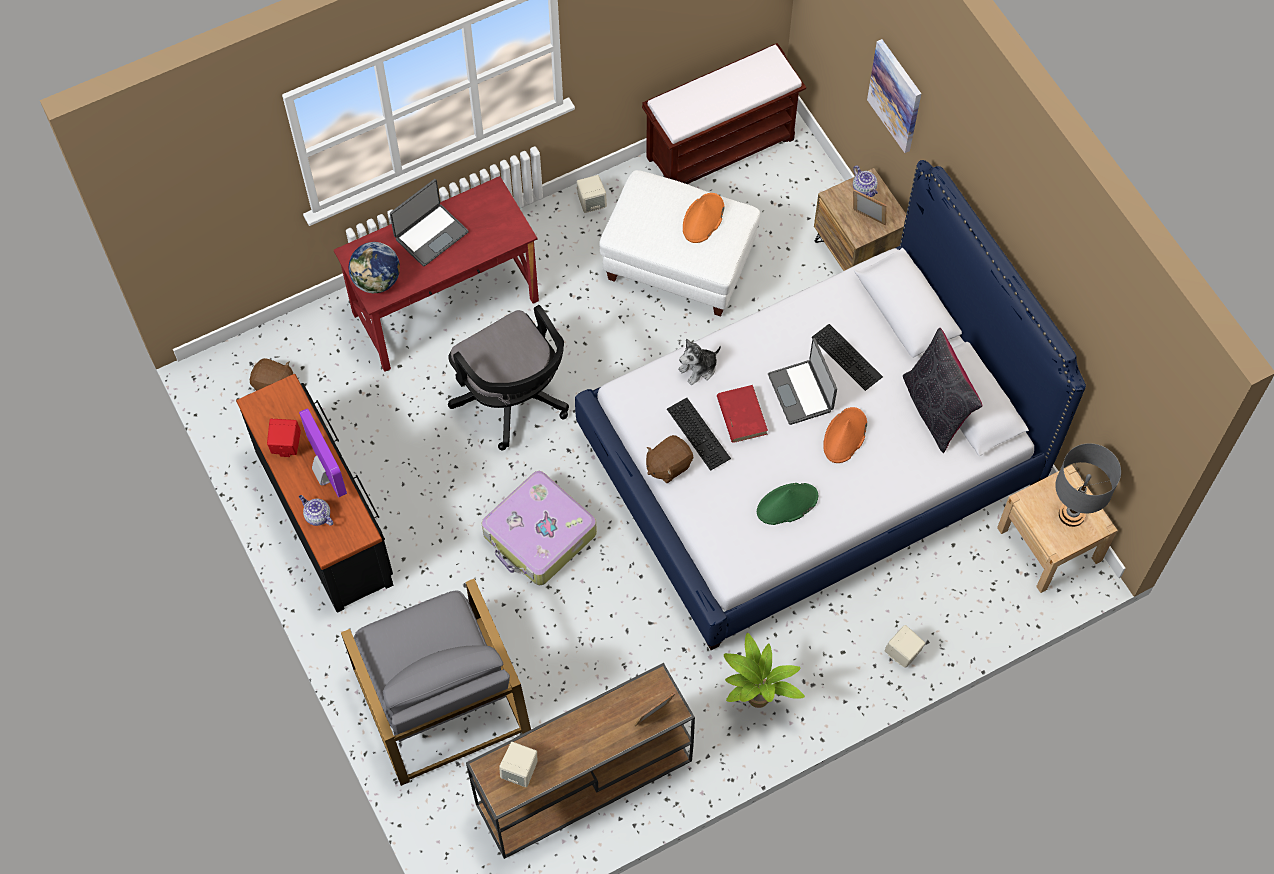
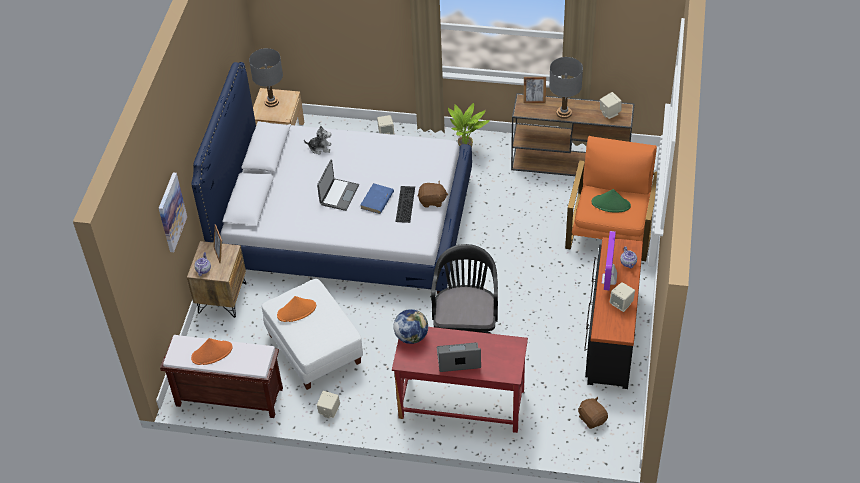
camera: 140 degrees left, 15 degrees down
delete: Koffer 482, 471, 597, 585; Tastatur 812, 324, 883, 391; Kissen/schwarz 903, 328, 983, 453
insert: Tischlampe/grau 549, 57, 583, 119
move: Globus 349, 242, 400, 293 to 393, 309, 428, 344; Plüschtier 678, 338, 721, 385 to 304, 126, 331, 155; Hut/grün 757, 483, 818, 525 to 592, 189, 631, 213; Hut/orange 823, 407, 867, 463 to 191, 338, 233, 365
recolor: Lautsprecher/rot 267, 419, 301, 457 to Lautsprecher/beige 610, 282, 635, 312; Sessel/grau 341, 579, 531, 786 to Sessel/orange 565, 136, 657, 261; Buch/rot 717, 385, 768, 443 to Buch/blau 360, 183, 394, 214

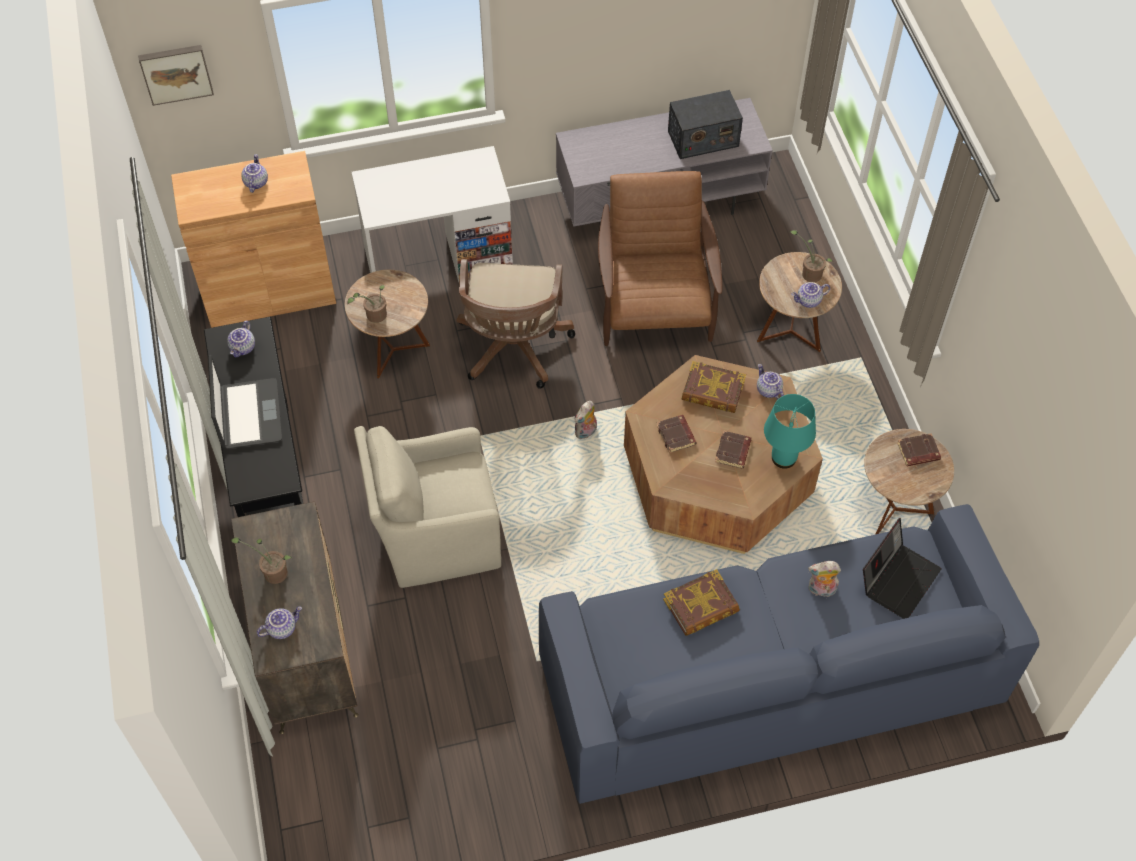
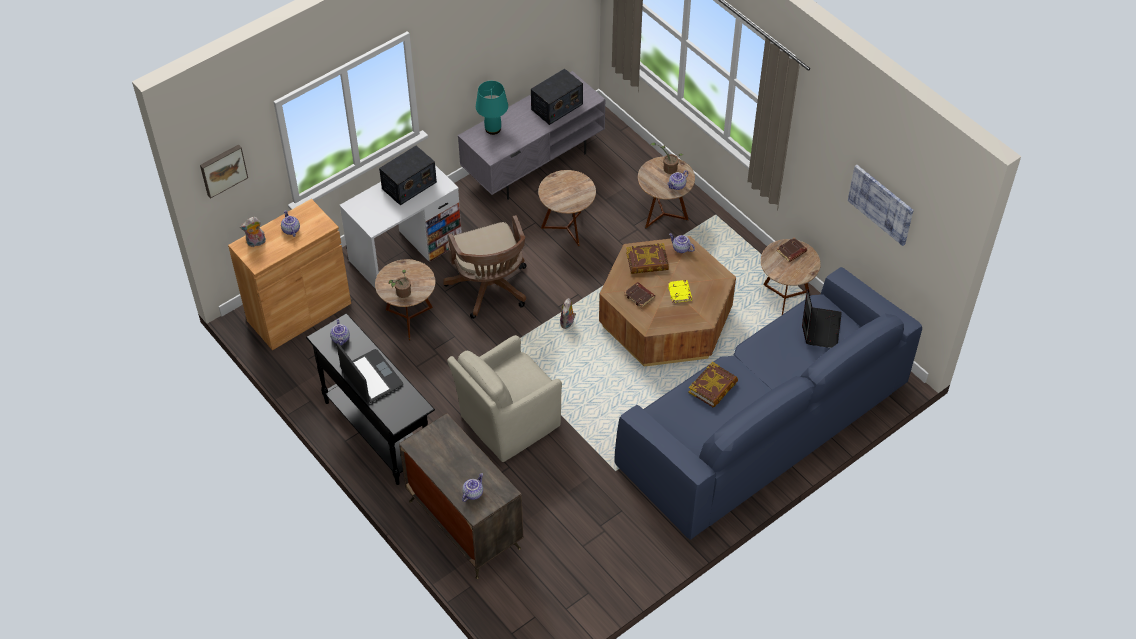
camera: 25 degrees left, 5 degrees down
delete: Topfpflanze 231, 537, 292, 584
insert: Radio 379, 146, 437, 205; Bild 848, 165, 914, 246
move: Tischlampe/türkis 764, 394, 816, 469 to 476, 81, 508, 135; Plüschtier 808, 561, 841, 597 to 240, 217, 266, 247
replace: Sessel/braun 598, 171, 722, 346 to Beistelltisch/braun 538, 170, 596, 247
recolor: Buch/braun 715, 431, 752, 469 to Buch/gelb 668, 280, 692, 303

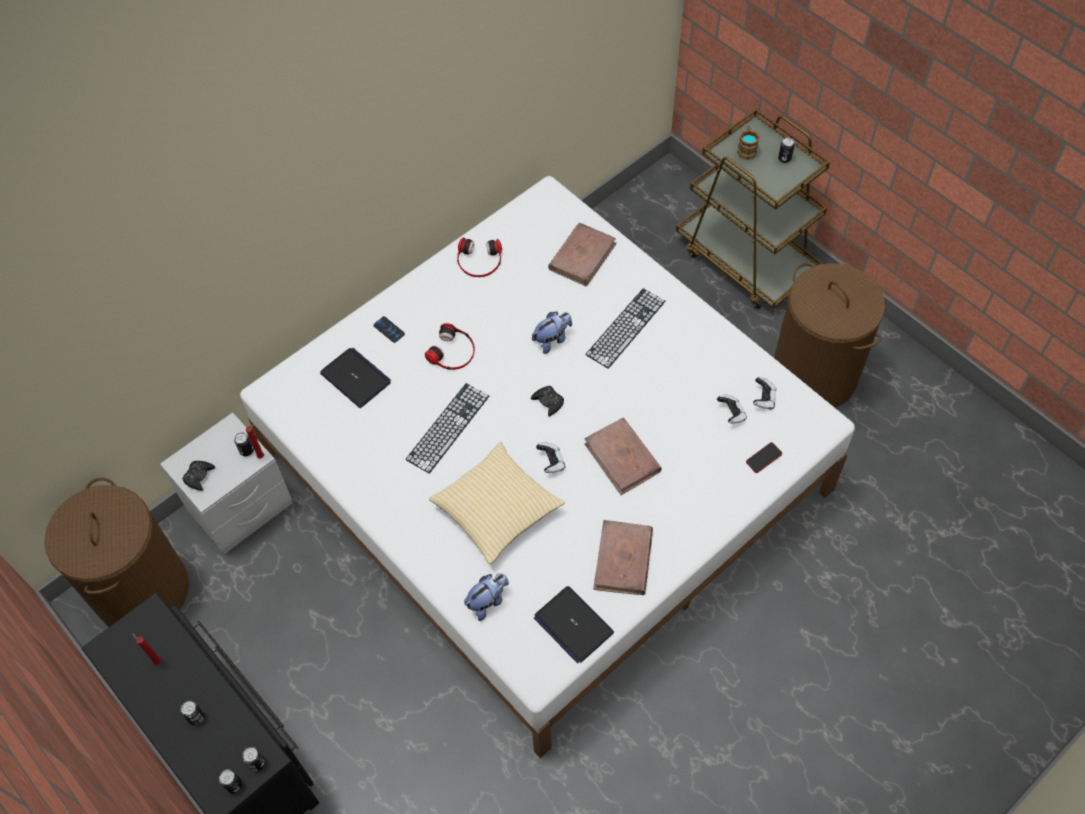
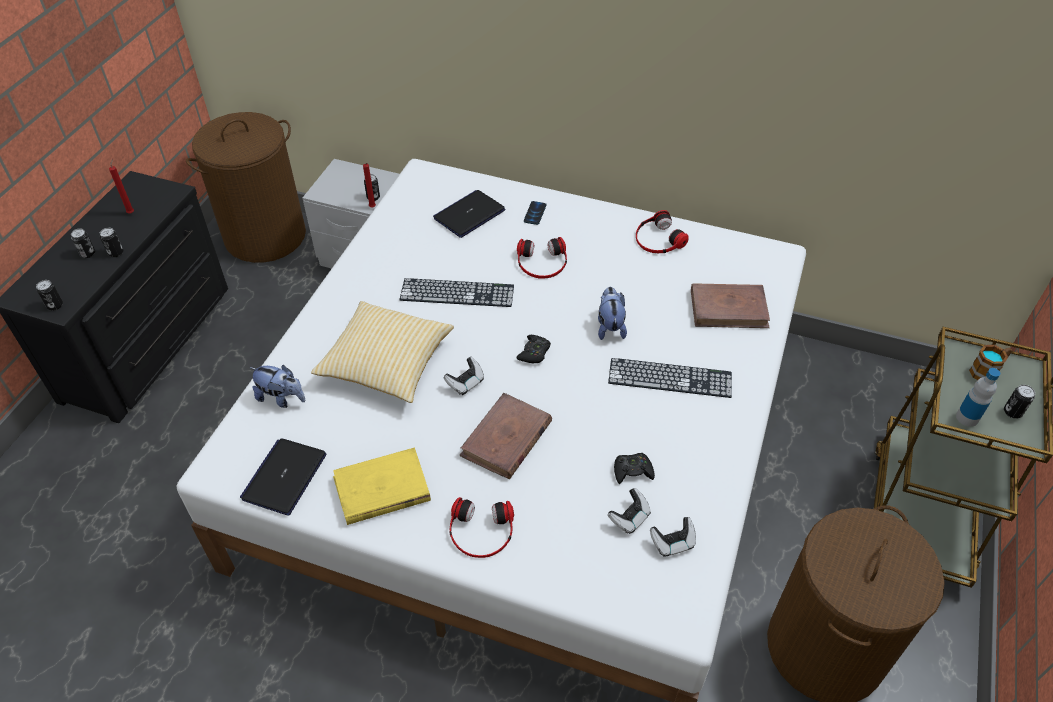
camera: 60 degrees right, 10 degrees down
delete: Handy 746, 442, 782, 473
insert: Kopfhörer 449, 497, 514, 558; Flasche 956, 368, 1000, 427
move: Gamepad/schwarz 183, 461, 215, 491 to 614, 453, 655, 484; Dose 219, 769, 243, 794 to 100, 228, 123, 257
recolor: Buch/braun 593, 520, 653, 595 to Buch/gelb 333, 447, 431, 525
rotate: Laptop 320, 348, 391, 408 = 433, 190, 505, 238 150 degrees counterclockwise; Plüschtier 532, 312, 572, 354 = 598, 287, 627, 340 120 degrees counterclockwise

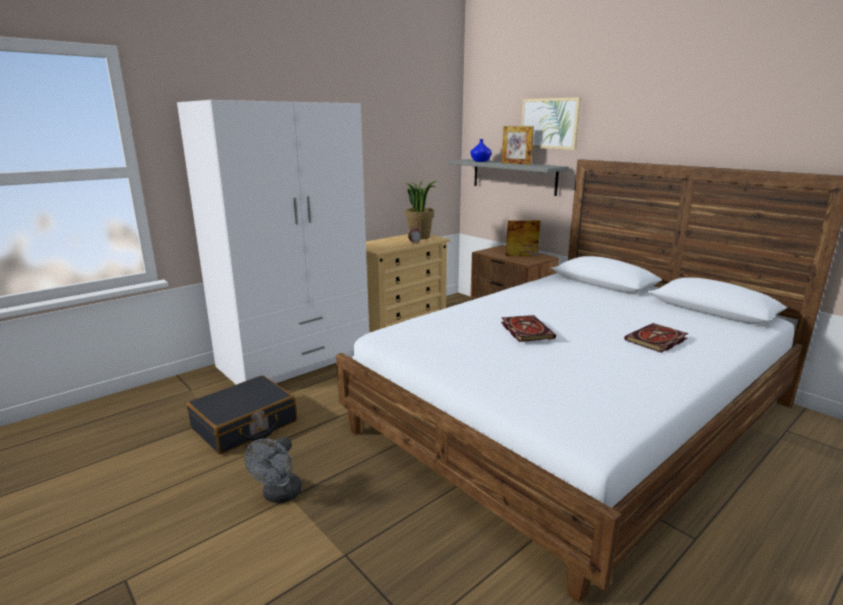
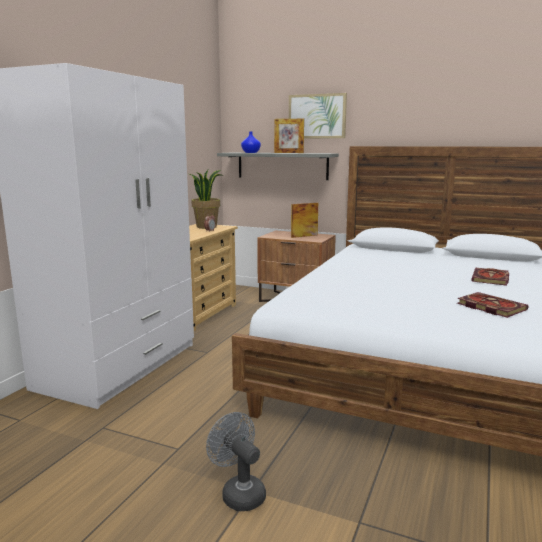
camera: 25 degrees left, 5 degrees down
delete: Koffer/schwarz 186, 375, 297, 454
move: Buch 501, 315, 556, 342 to 457, 292, 529, 318
rotate: Ventilator/grau 244, 437, 302, 503 = 206, 412, 266, 511 150 degrees clockwise

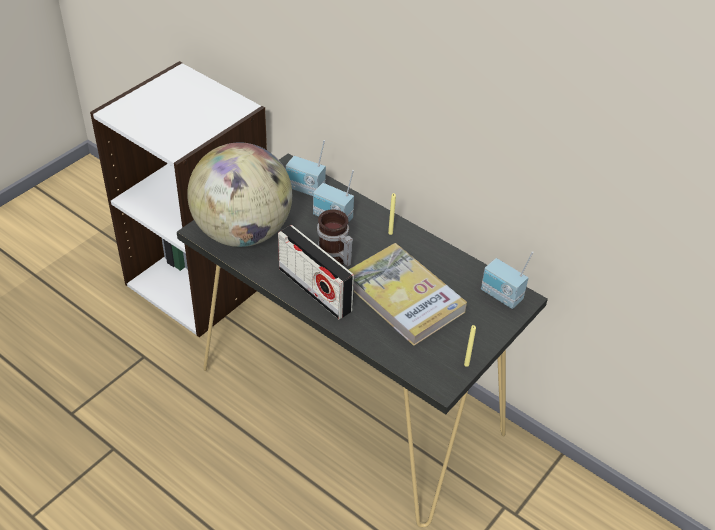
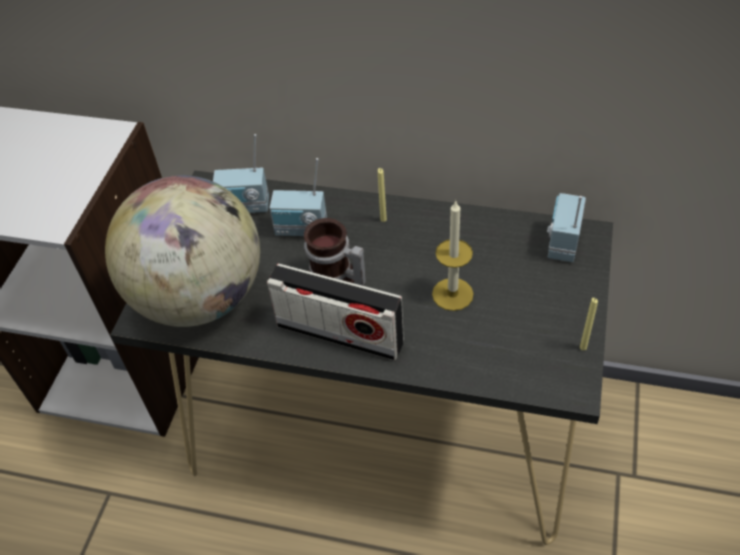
camera: 20 degrees left, 5 degrees up
replace: Buch 349, 243, 467, 346 to Kerze 432, 200, 474, 311
rotate: Radio 481, 251, 533, 309 = 547, 193, 586, 262 90 degrees clockwise

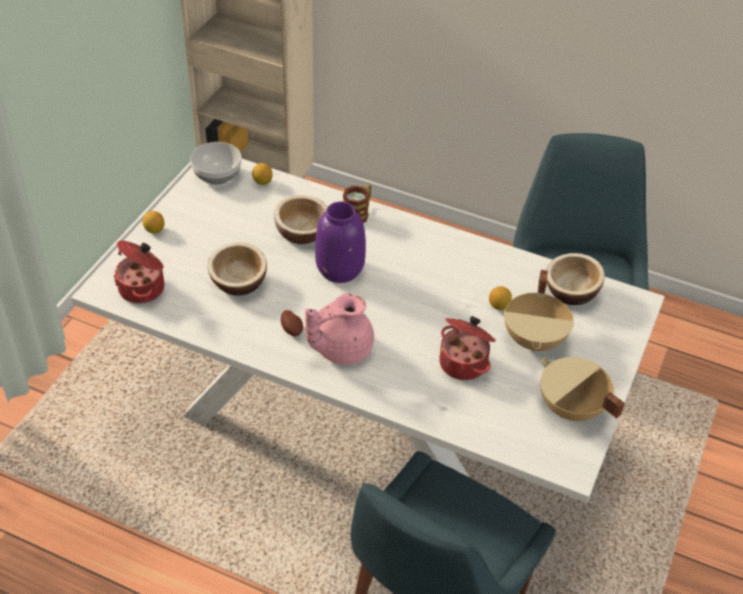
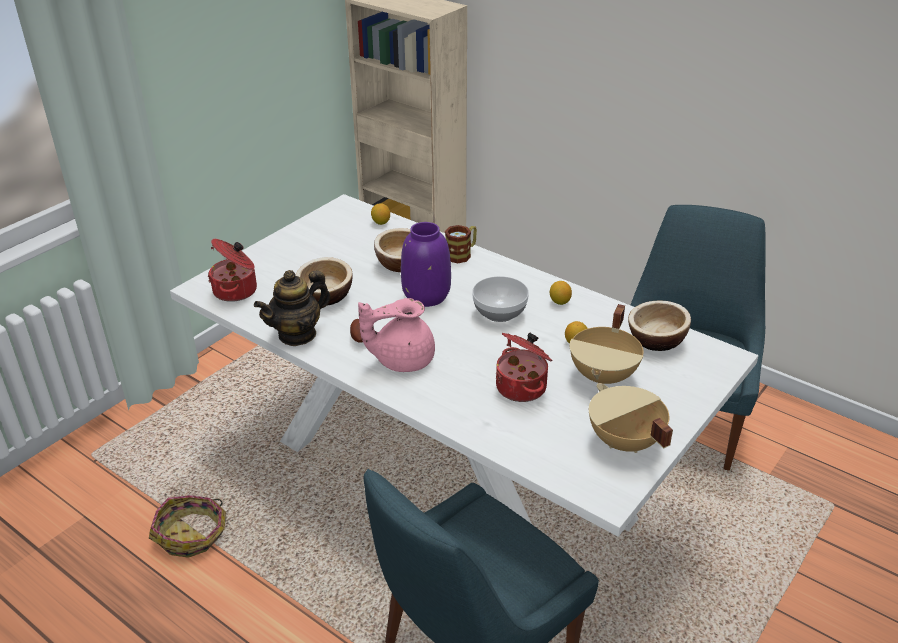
camera: 15 degrees right, 10 degrees down
insert: Korb 149, 495, 226, 558; Teekanne 254, 270, 331, 346
move: Zitrone 143, 211, 164, 234 to 550, 281, 572, 305; Schüssel 190, 142, 241, 185 to 472, 276, 529, 322

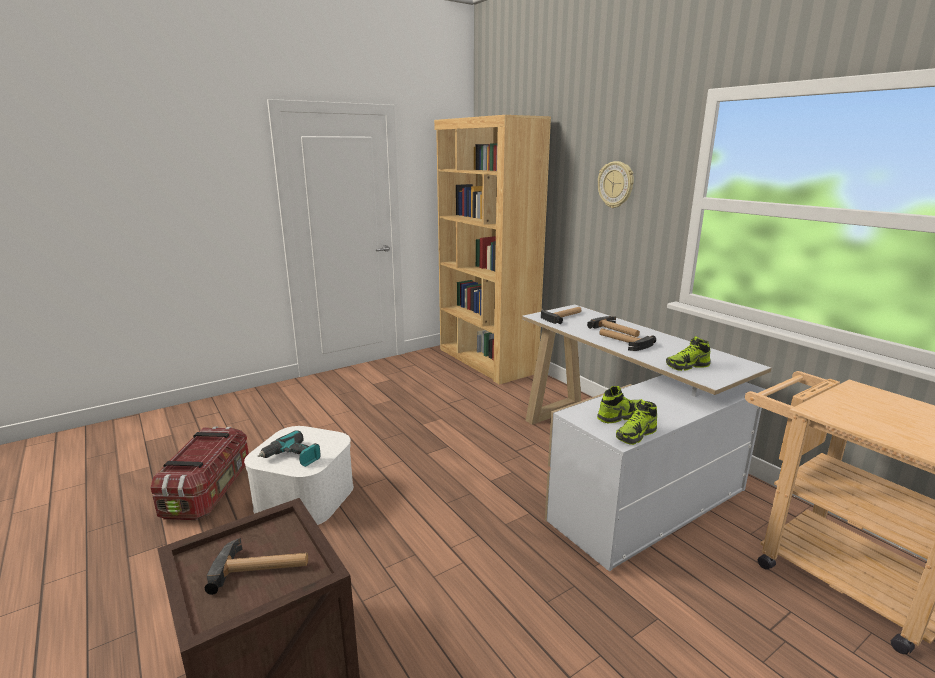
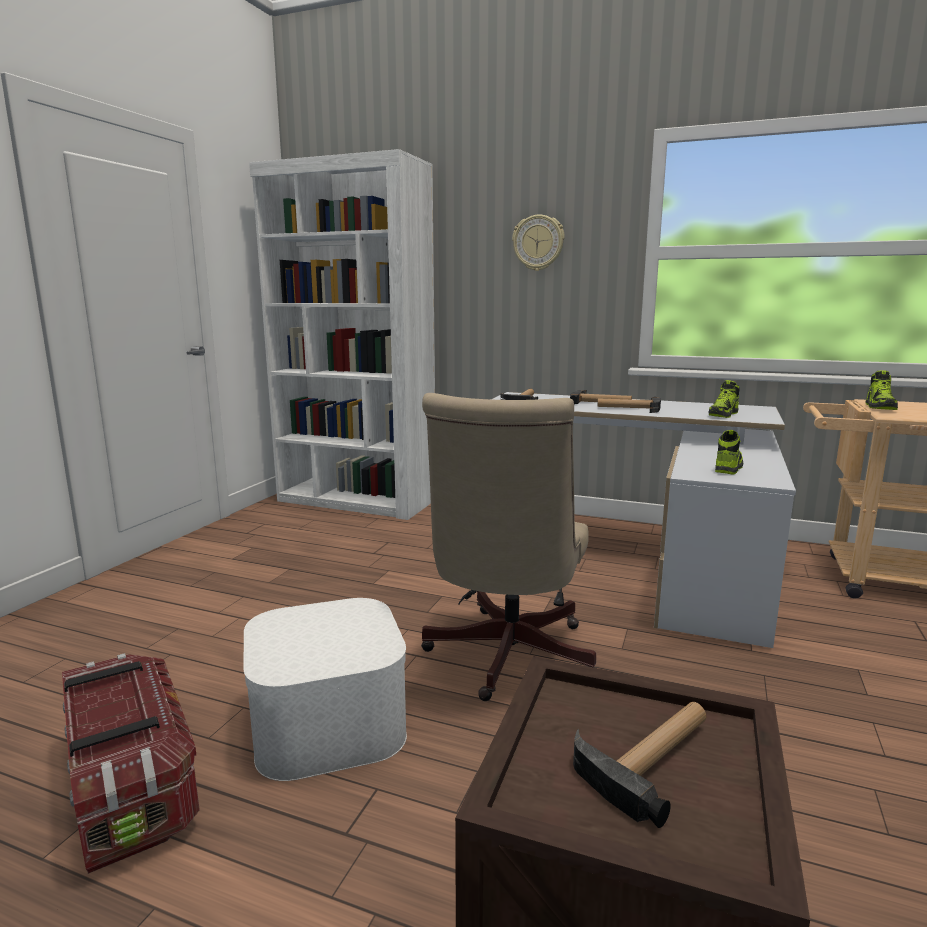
camera: 35 degrees left, 5 degrees down
delete: Bohrmaschine 258, 430, 321, 467
insert: Bürostuhl/beige 421, 393, 596, 701
move: Schuh 616, 399, 657, 445 to 865, 370, 898, 410
recolor: Bücherregal/braun 434, 115, 551, 385 to Bücherregal/weiß 249, 149, 435, 520

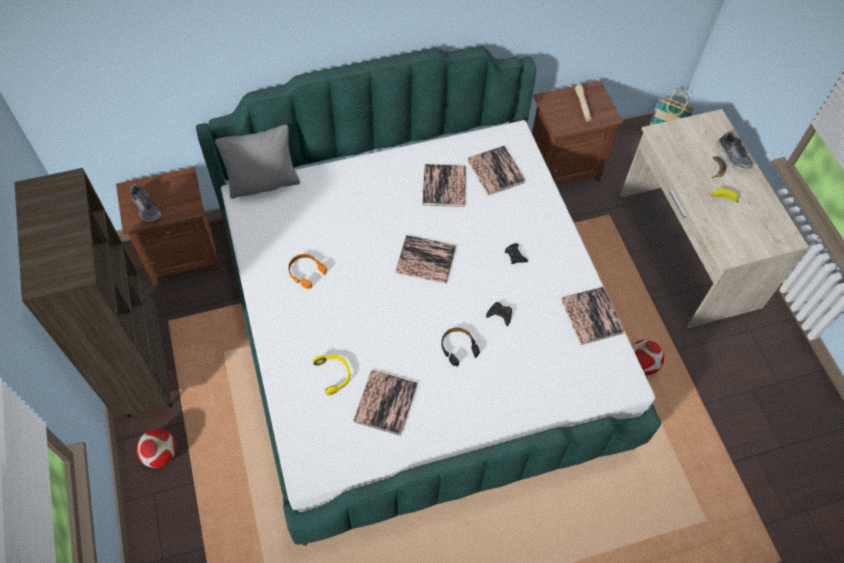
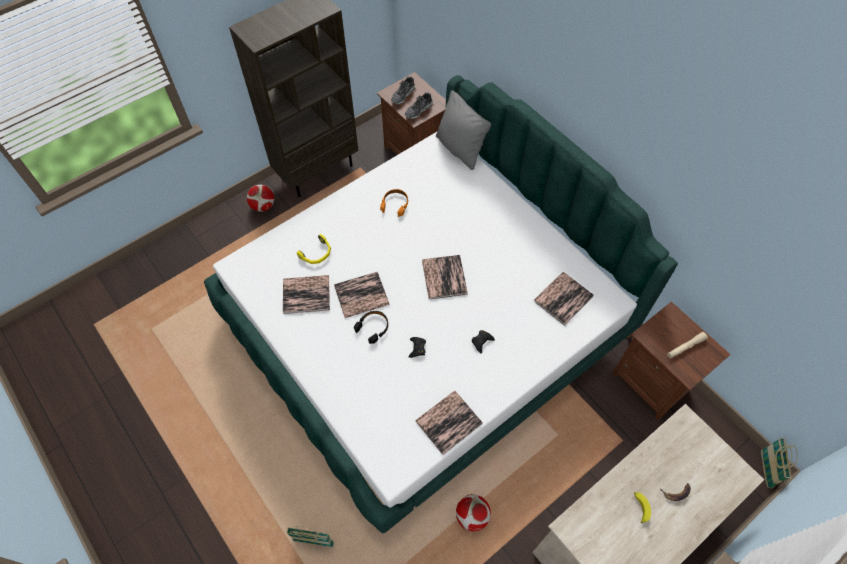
camera: 70 degrees right, 0 degrees up
insert: Korb 286, 526, 334, 547
move: Buch 422, 164, 466, 207 to 334, 272, 390, 318; Schuh 717, 132, 752, 170 to 405, 92, 433, 119

